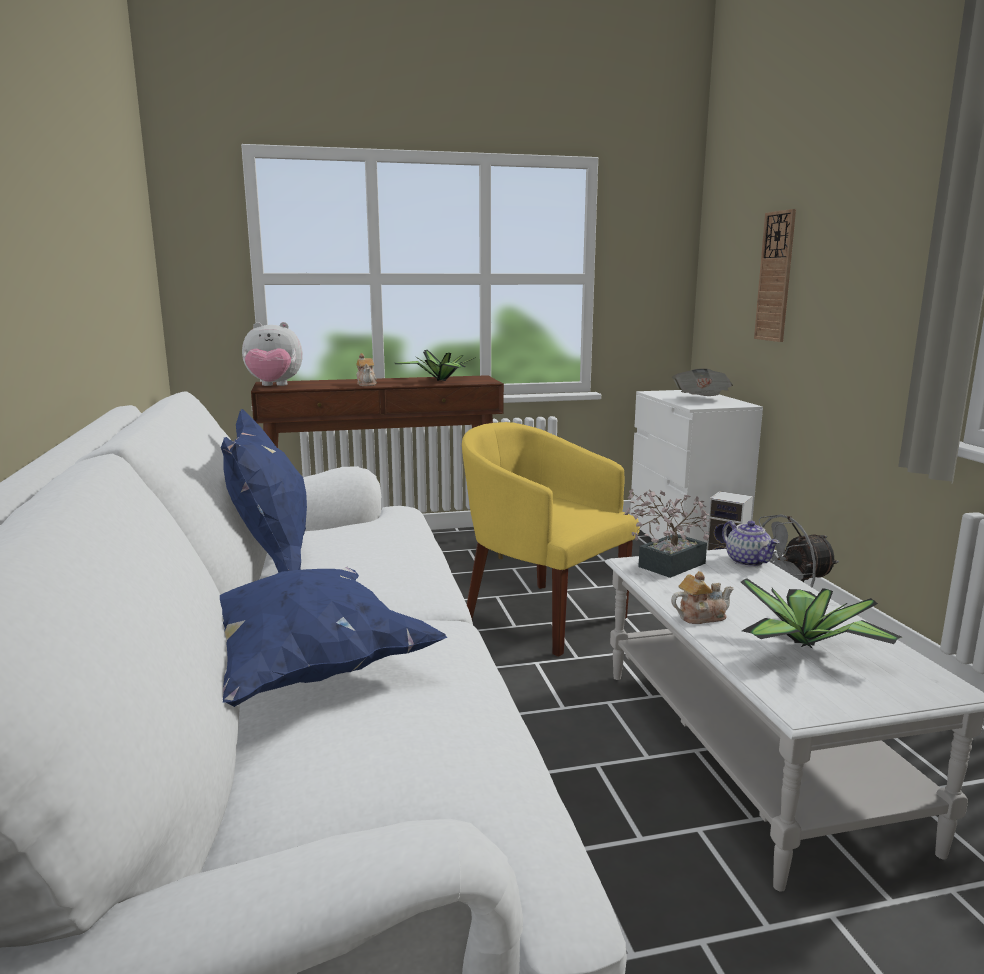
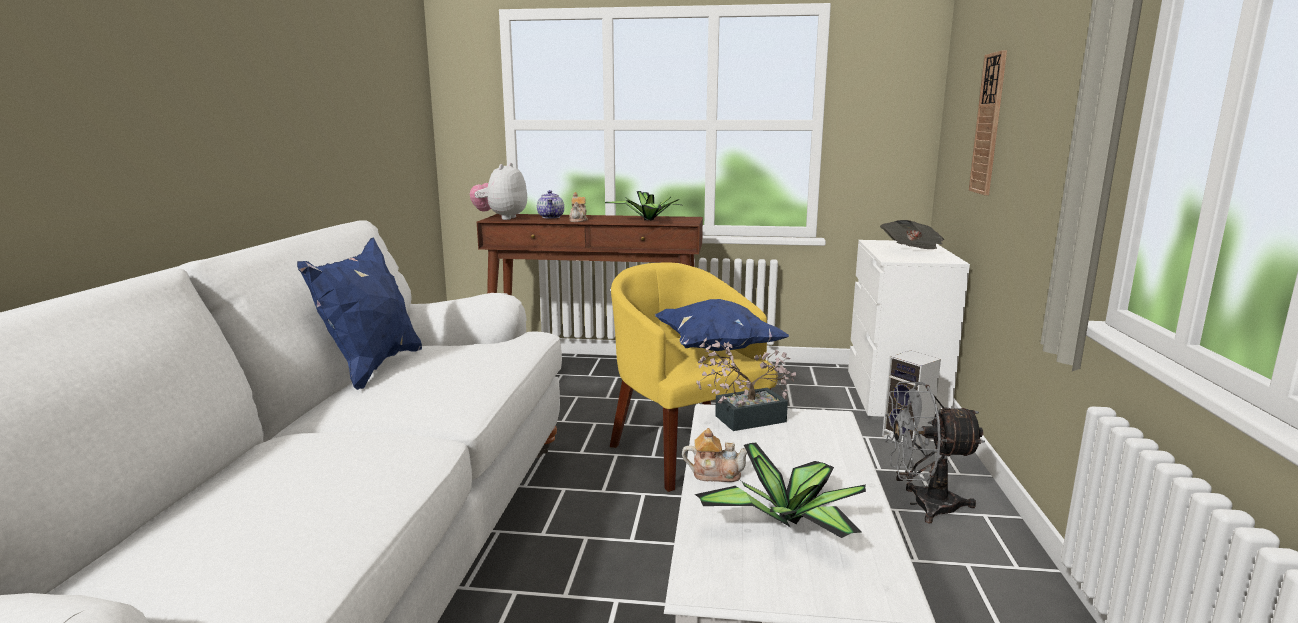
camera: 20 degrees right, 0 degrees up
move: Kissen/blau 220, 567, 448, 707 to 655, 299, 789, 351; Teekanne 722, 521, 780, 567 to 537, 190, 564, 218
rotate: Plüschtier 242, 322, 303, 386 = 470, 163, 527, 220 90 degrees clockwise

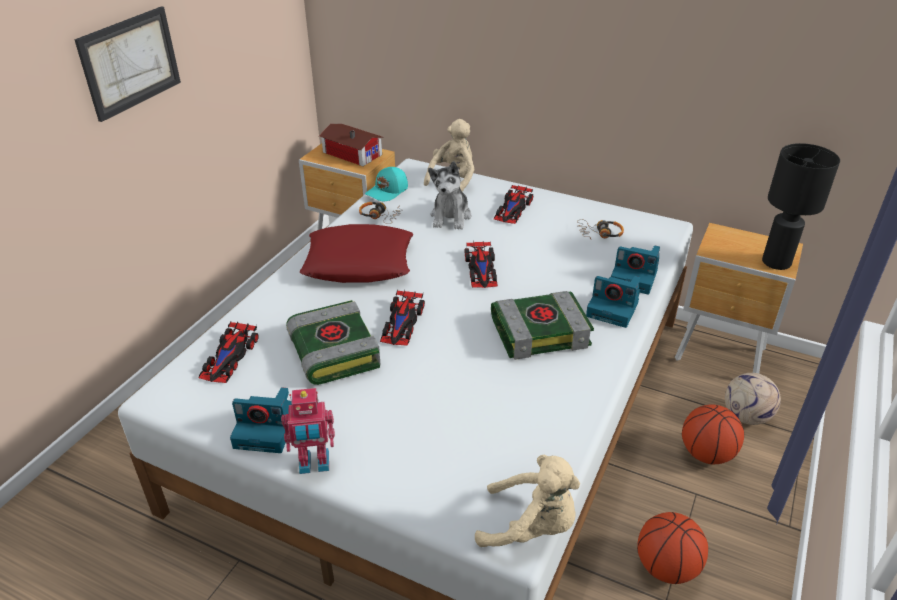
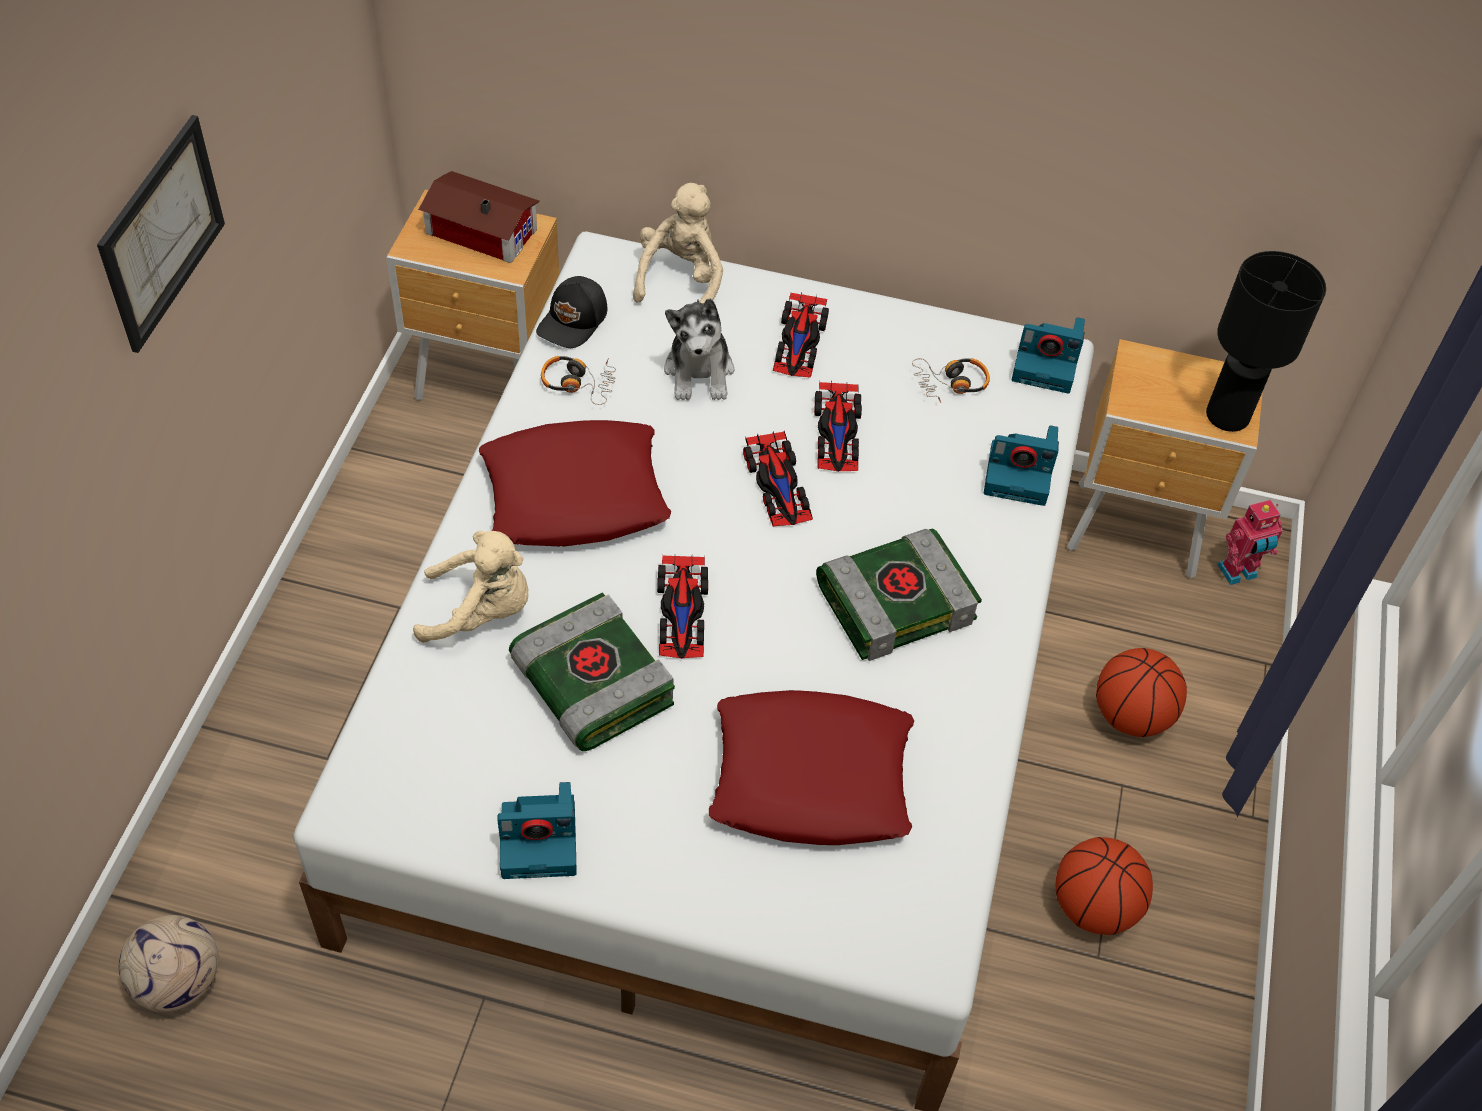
camera: 15 degrees left, 15 degrees up
insert: Kissen/rot 709, 690, 914, 845
move: Spielzeugauto 199, 321, 259, 383 to 814, 381, 862, 472; Spielzeugroboter 281, 388, 335, 474 to 1217, 500, 1283, 585; Plüschtier/beige 475, 455, 580, 547 to 413, 530, 529, 643; Kamera 586, 276, 641, 328 to 1012, 317, 1085, 394; Fußball 725, 373, 781, 425 to 118, 915, 219, 1012
recolor: Kappe/türkis 365, 167, 408, 201 to Kappe/schwarz 536, 276, 607, 348

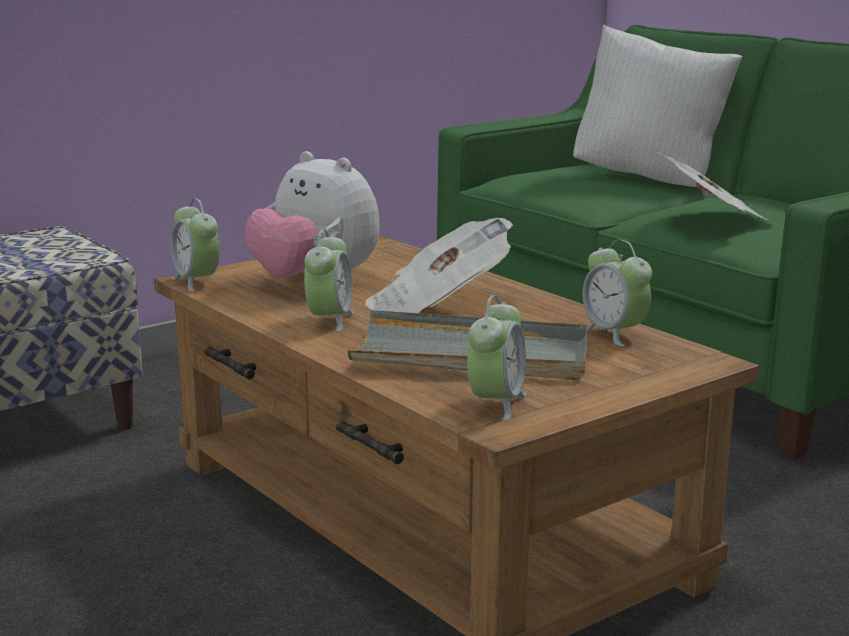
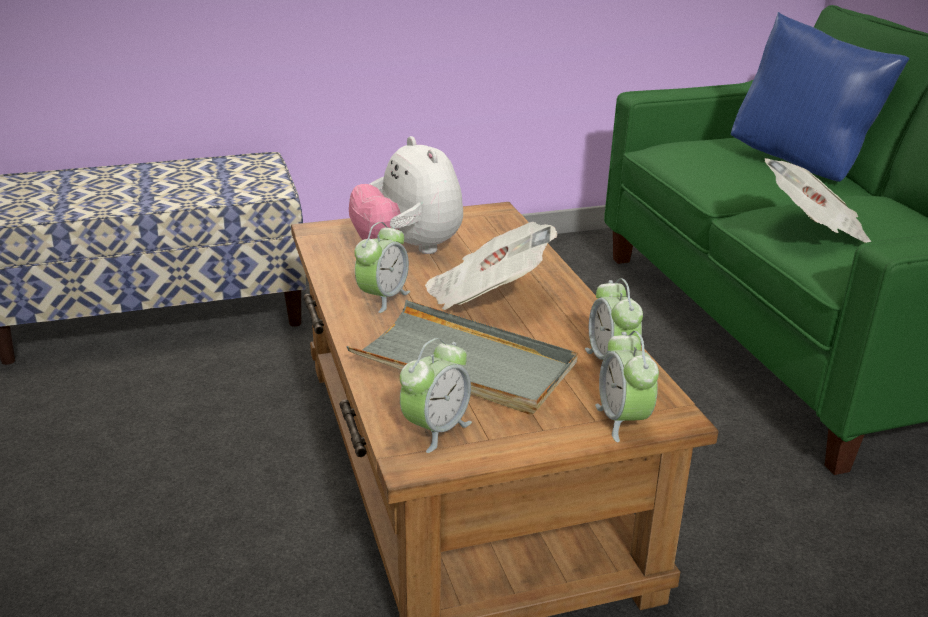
camera: 20 degrees right, 10 degrees up
move: Wecker 171, 199, 220, 292 to 595, 331, 659, 442
recolor: Kissen/weiß 573, 25, 742, 187 to Kissen/blau 731, 12, 909, 182

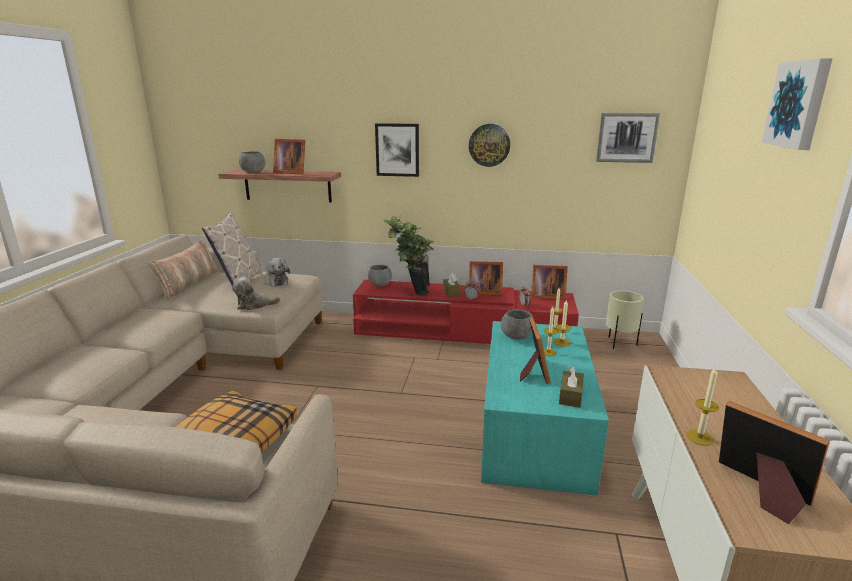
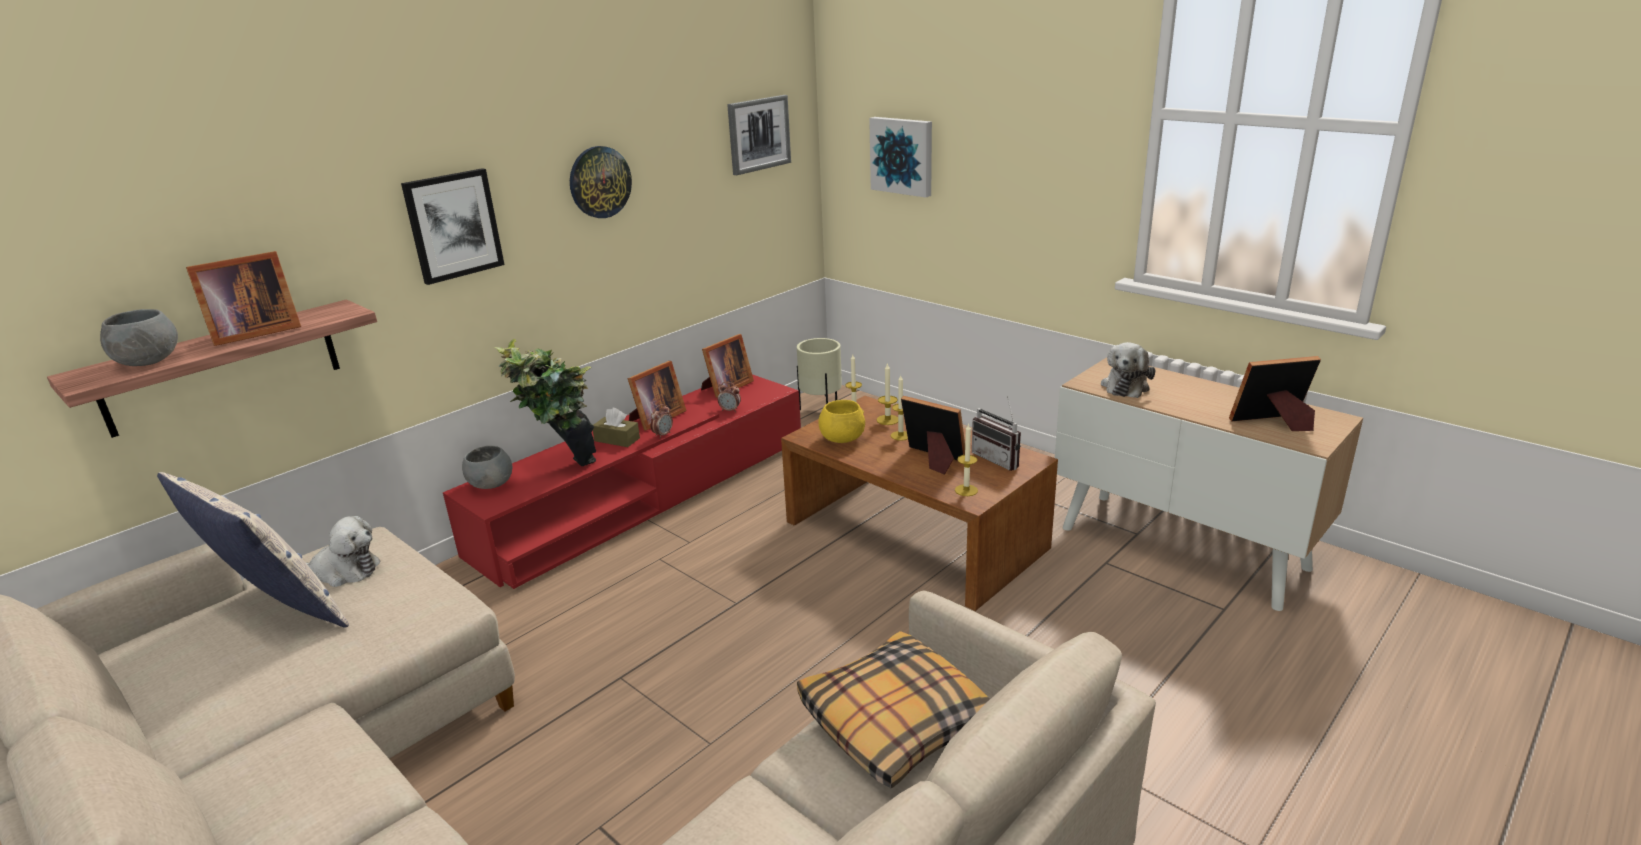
camera: 55 degrees left, 5 degrees up
delete: Kissen 148, 239, 219, 300
move: Plüschtier 232, 277, 281, 310 to 1101, 342, 1155, 398; Kerze 686, 366, 719, 446 to 955, 423, 978, 496; Bild 762, 58, 833, 150 to 869, 117, 932, 198
replace: Taschentuchbox/braun 559, 366, 584, 408 to Radio 972, 396, 1021, 471
recolor: Couchtisch/türkis 481, 321, 609, 496 to Couchtisch/braun 781, 396, 1058, 611; Schüssel/grau 501, 309, 533, 340 to Schüssel/gelb 819, 400, 865, 443

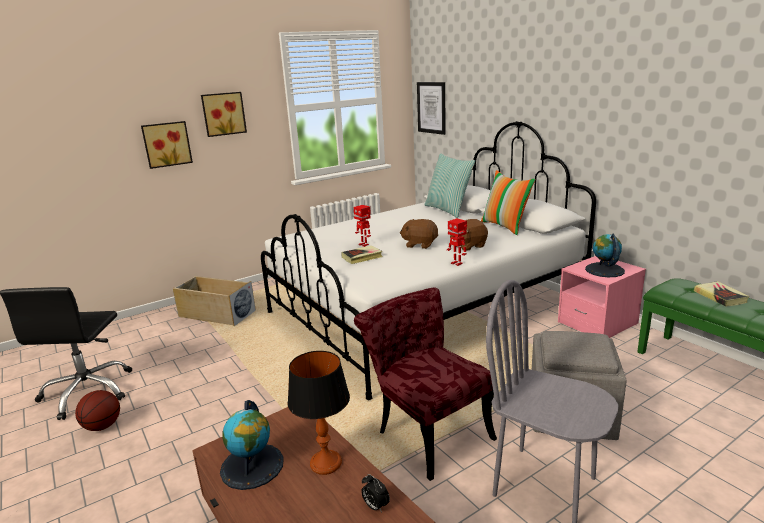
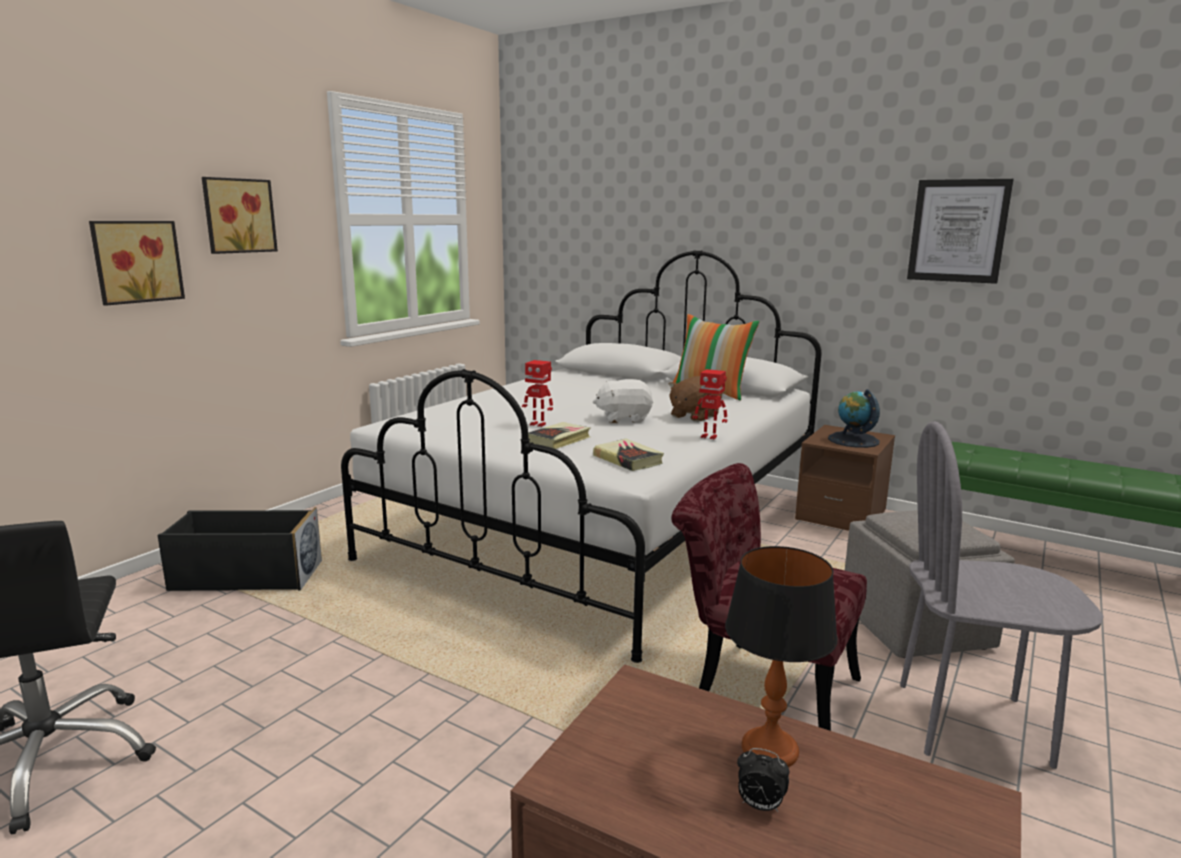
camera: 25 degrees left, 5 degrees down
delete: Basketball 75, 390, 120, 431; Globus 220, 400, 284, 490; Kissen 425, 153, 475, 218
move: Wecker 361, 474, 390, 512 to 737, 748, 790, 812; Bild 417, 82, 446, 135 to 907, 179, 1013, 284; Buch 694, 281, 750, 307 to 593, 439, 664, 471
recolor: Aufbewahrungsbox/beige 172, 276, 256, 326 to Aufbewahrungsbox/schwarz 157, 507, 322, 591; Plüschtier/braun 400, 219, 438, 249 to Plüschtier/weiß 593, 379, 653, 423; Nachttisch/rosa 558, 256, 646, 338 to Nachttisch/braun 795, 425, 895, 531

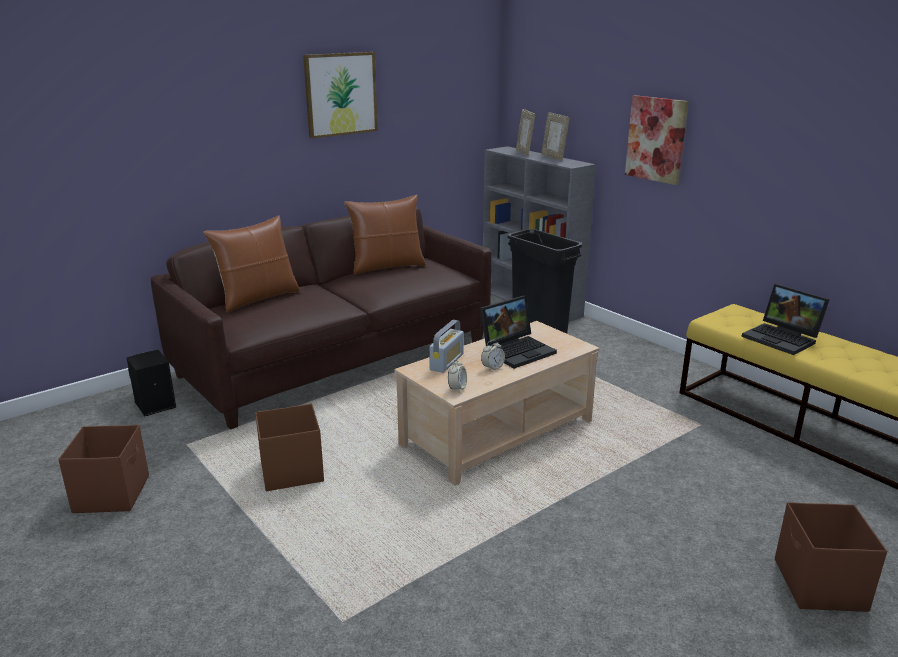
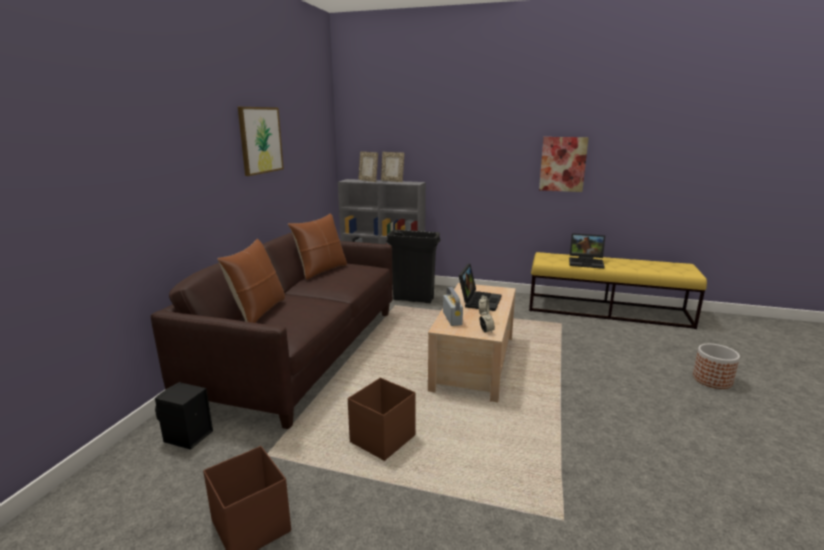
camera: 35 degrees left, 5 degrees down
move: Bild 625, 95, 689, 185 to 539, 137, 589, 192
replace: Aufbewahrungsbox/braun 775, 502, 887, 612 to Pflanzkübel 693, 344, 740, 389

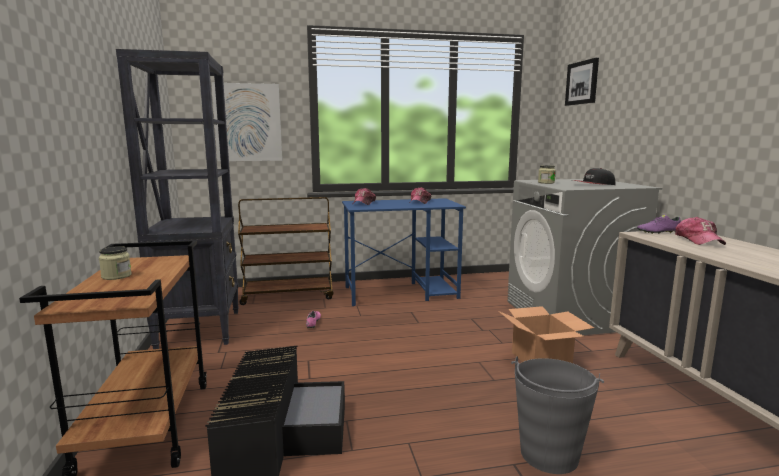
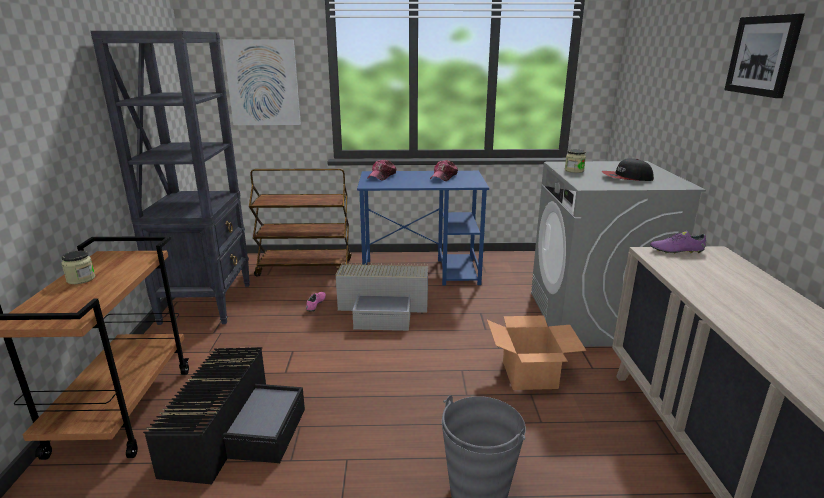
camera: 10 degrees right, 10 degrees up
delete: Kappe 675, 217, 726, 245
insert: Aufbewahrungsbox/grau 336, 262, 428, 331
move: Bild 565, 58, 599, 106 to 724, 14, 805, 98

